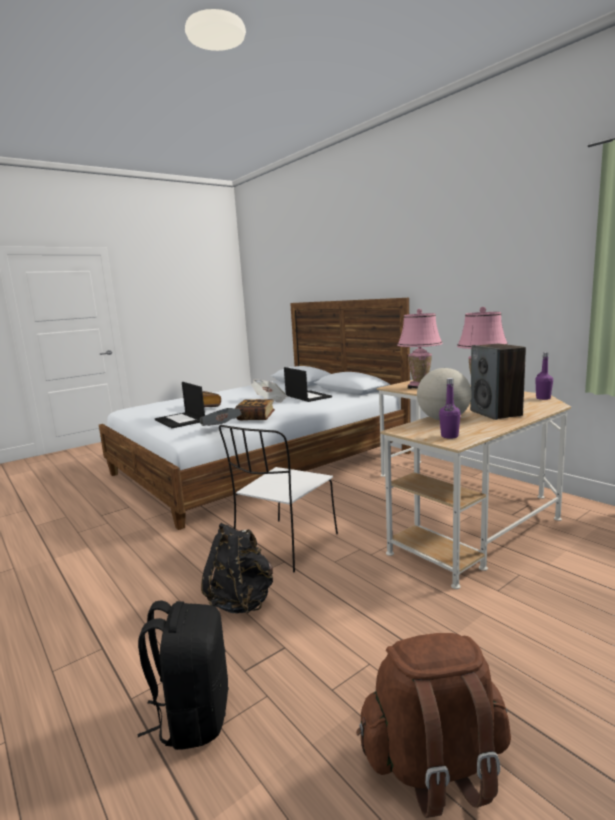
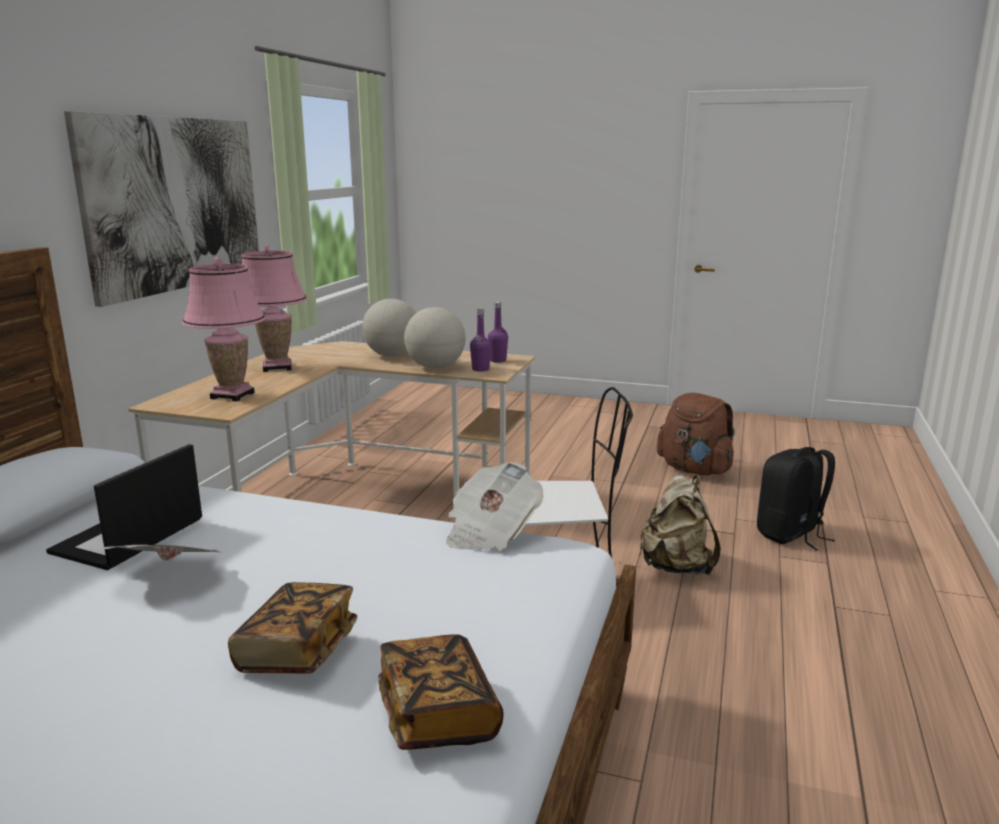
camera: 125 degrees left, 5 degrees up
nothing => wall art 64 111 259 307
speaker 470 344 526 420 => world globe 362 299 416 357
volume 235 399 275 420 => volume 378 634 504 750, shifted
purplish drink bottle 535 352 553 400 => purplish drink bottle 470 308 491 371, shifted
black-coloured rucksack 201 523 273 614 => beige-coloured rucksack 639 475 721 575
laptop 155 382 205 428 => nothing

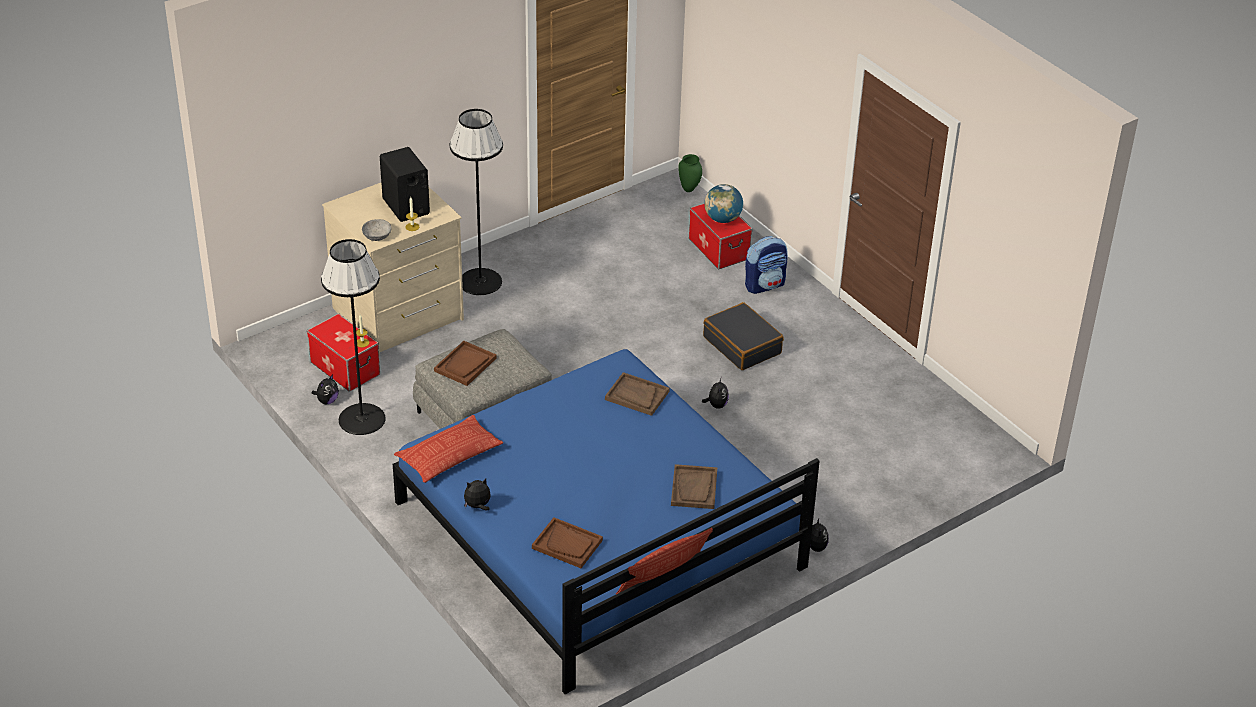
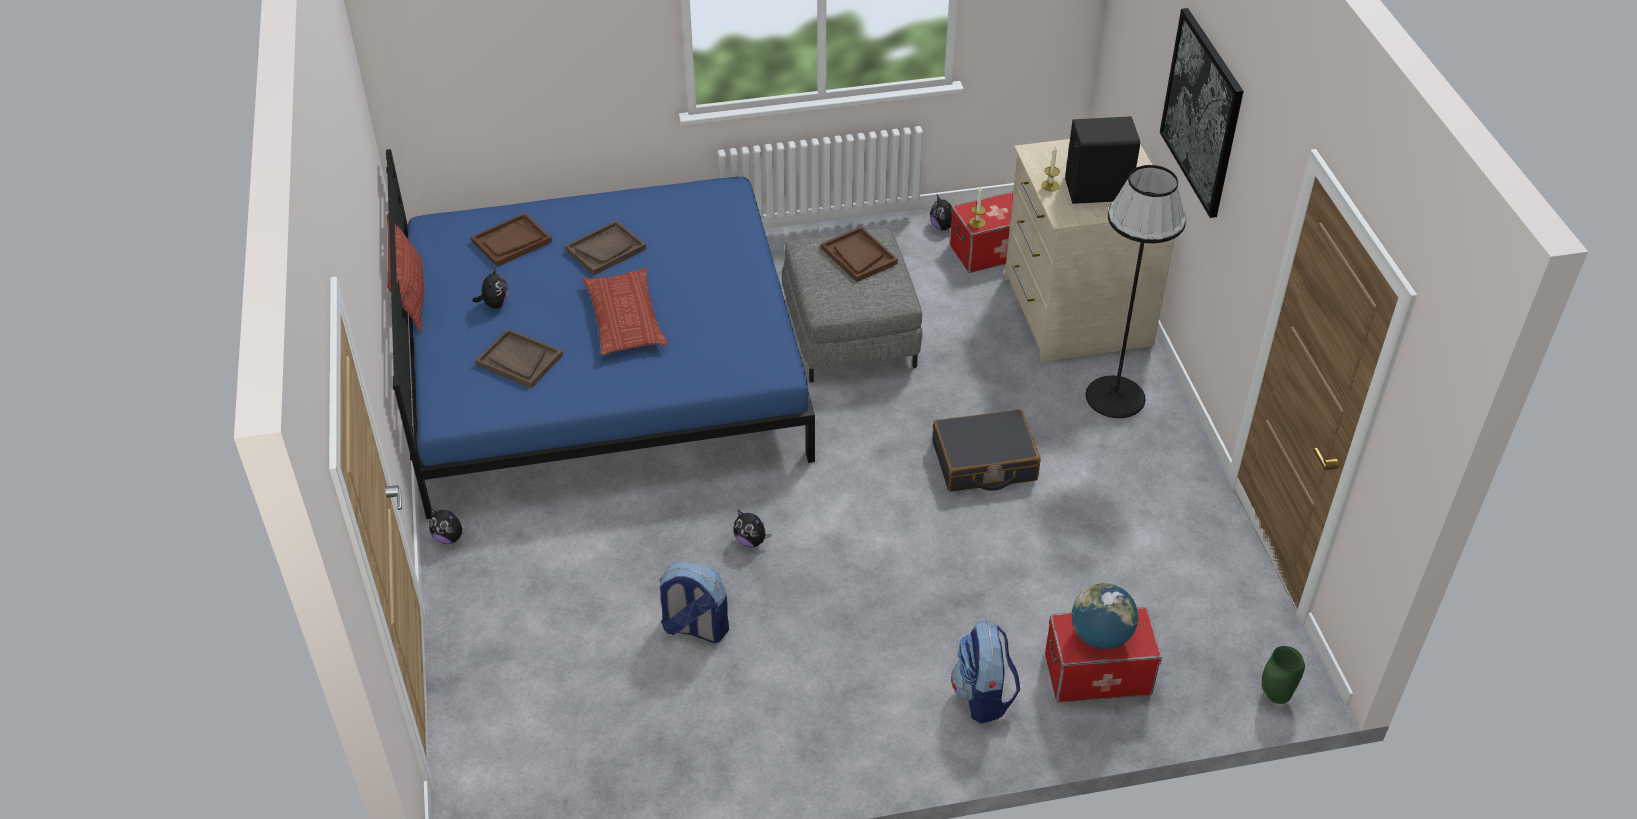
camera: 115 degrees right, 5 degrees up
soft toy 464 478 491 510 => soft toy 473 268 509 309, shifted
brown-coloured serving tray 605 372 670 416 => brown-coloured serving tray 565 220 646 275, shifted
throw pillow 394 415 503 483 => throw pillow 583 268 668 355, shifted
nothing => rucksack 658 561 729 643
black-coloured suitcase 703 302 784 370 => black-coloured suitcase 933 409 1041 492, shifted
nothing => wall art 1160 8 1244 218
black-coloured standing lamp 321 239 386 435 => nothing
gray serving bowl 362 219 392 241 => nothing

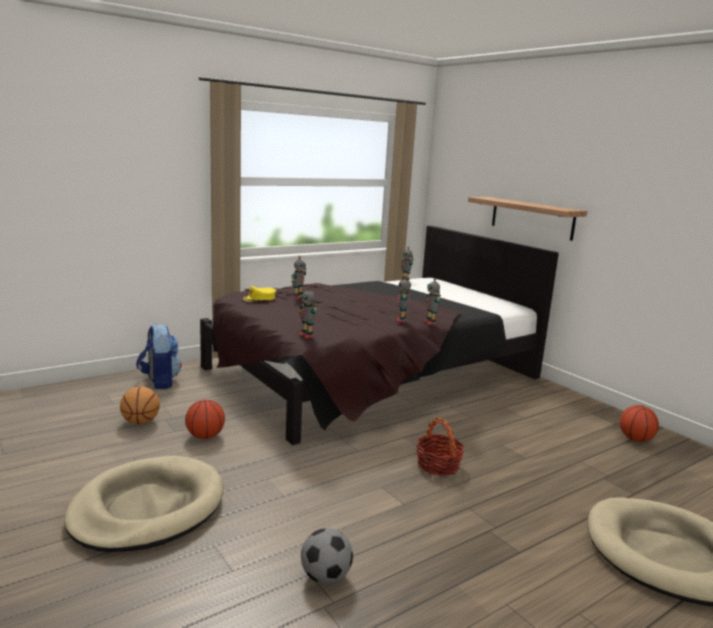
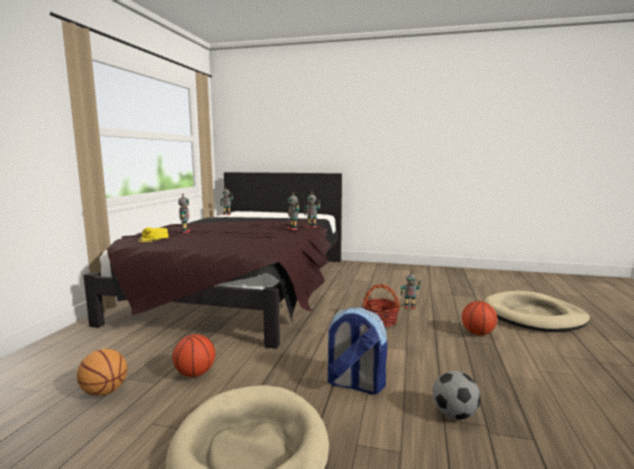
camera: 40 degrees left, 5 degrees down
rucksack 136 324 182 389 => rucksack 327 308 387 395, shifted
toy robot 299 286 318 338 => toy robot 400 271 421 309, shifted
ball for basketball 620 405 659 442 => ball for basketball 462 301 497 335, shifted
wall shelf 468 197 588 241 => nothing

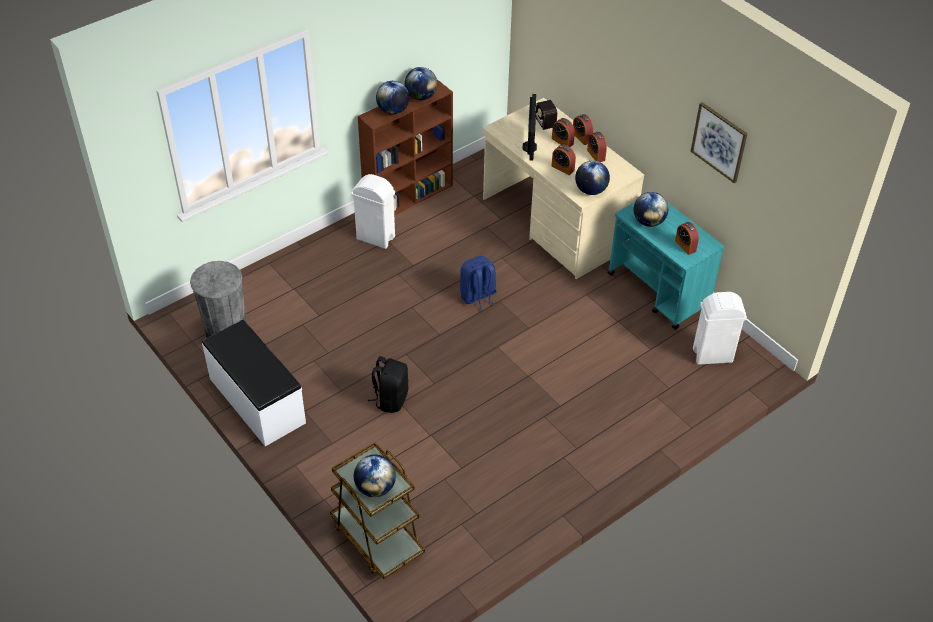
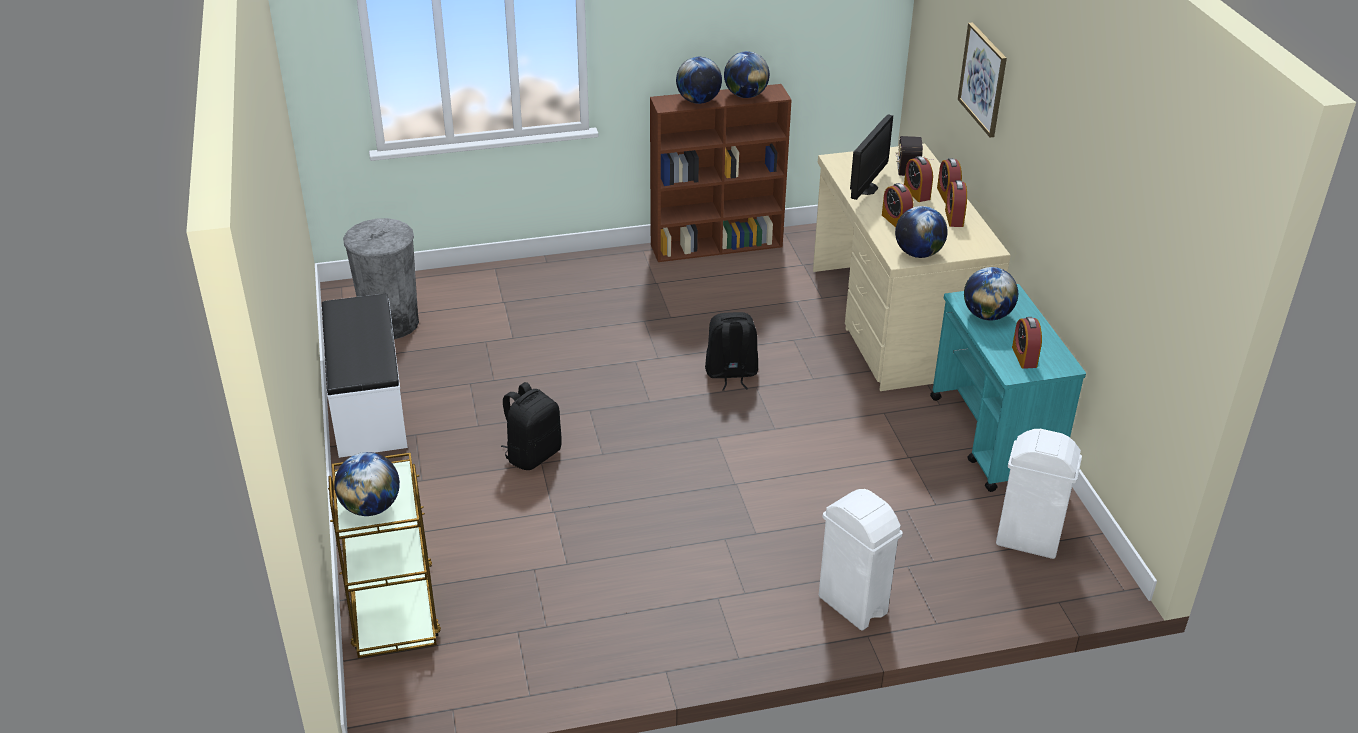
camera: 25 degrees right, 10 degrees down
blue-coloured rucksack 460 256 497 311 => black-coloured rucksack 705 312 758 391
white rubbish bin 351 174 395 249 => white rubbish bin 819 489 903 630, shifted
wall art 691 102 748 183 => wall art 958 22 1007 137, shifted

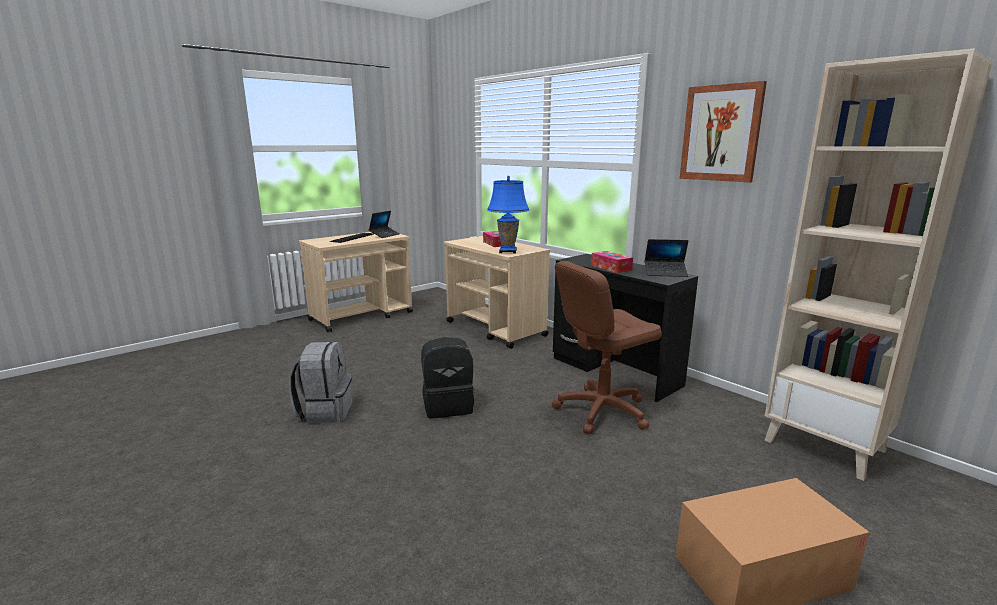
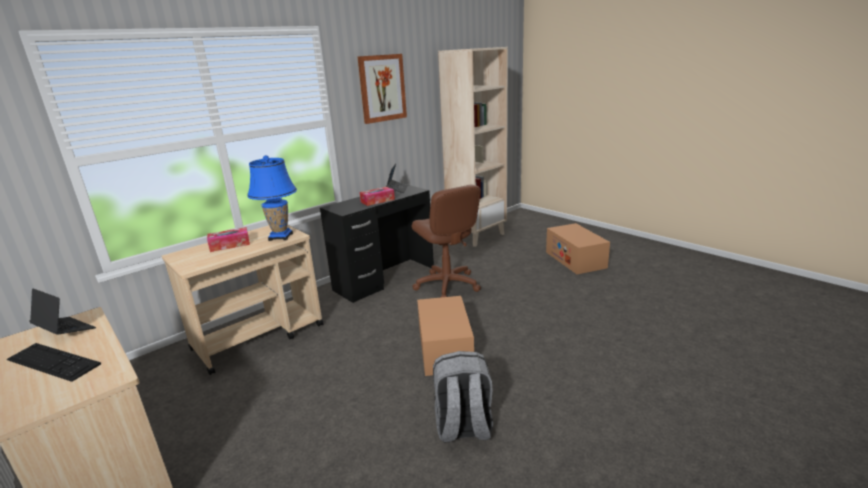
camera: 90 degrees left, 5 degrees up
black-coloured rucksack 421 337 474 418 => carton 417 296 474 376

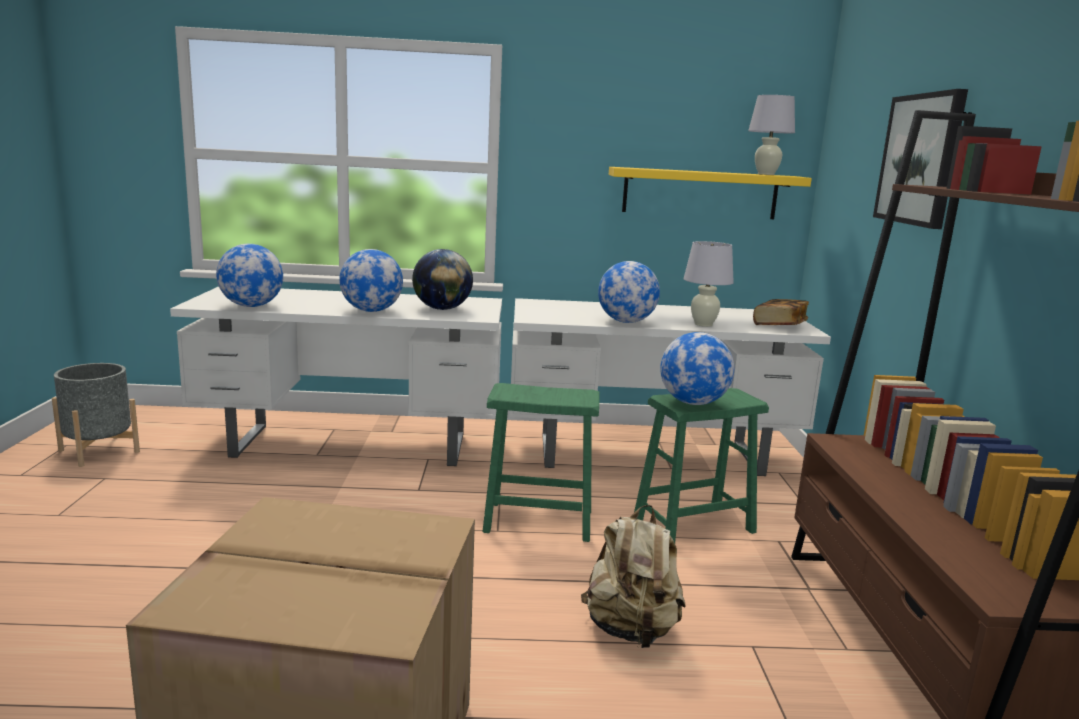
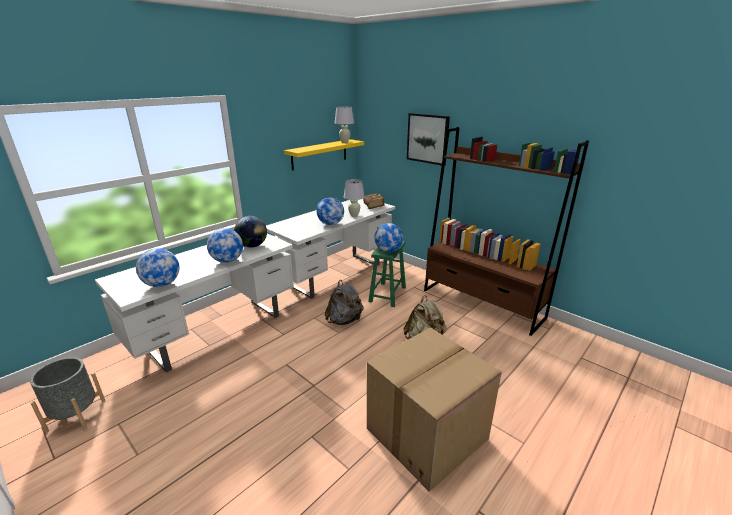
camera: 45 degrees left, 10 degrees up
green sitting stool 483 383 600 542 => gray rucksack 325 280 364 325

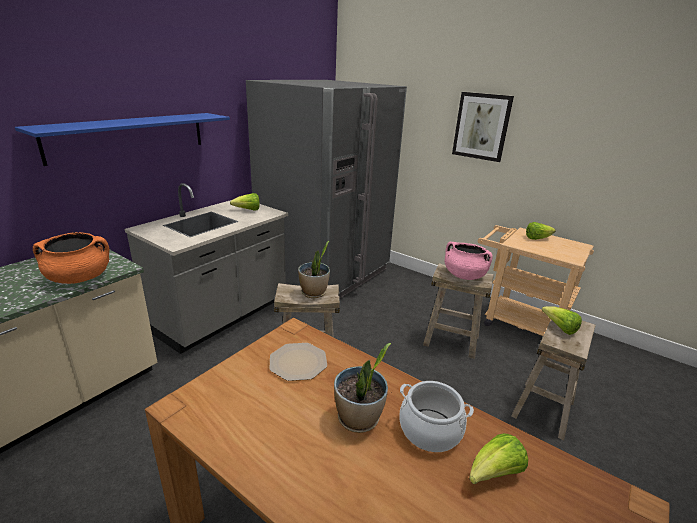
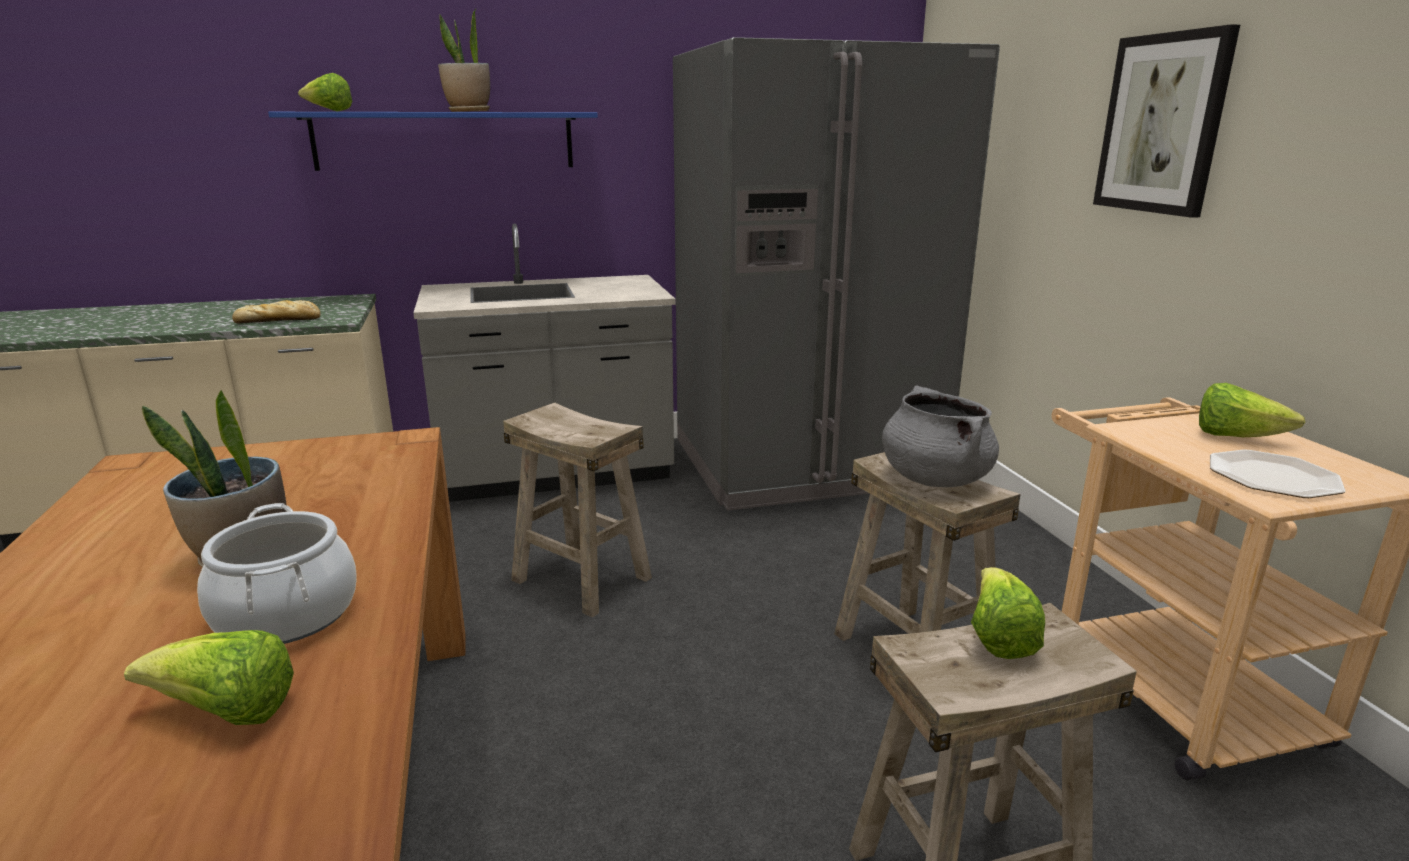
camera: 40 degrees right, 5 degrees down
orangey stockpot 33 232 110 284 => baked bread 232 300 321 324
lettuce 230 193 260 211 => lettuce 298 73 353 112, shifted
plant in a pot 298 241 330 298 => plant in a pot 438 9 490 112, shifted
pink-coloured stockpot 445 242 493 280 => gray stockpot 882 385 999 487
flat dish 270 343 327 381 => flat dish 1210 449 1346 498, shifted

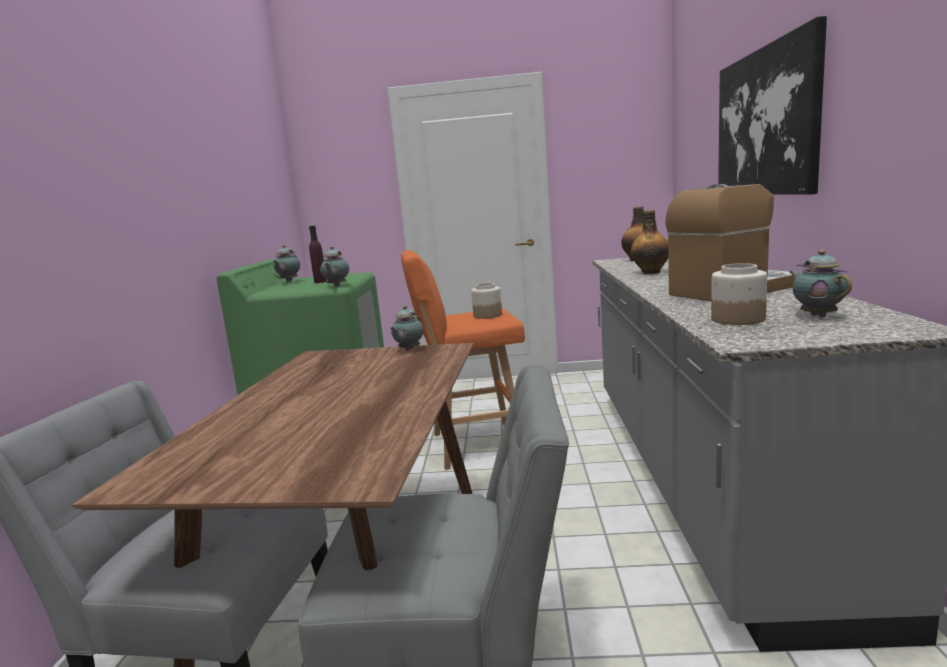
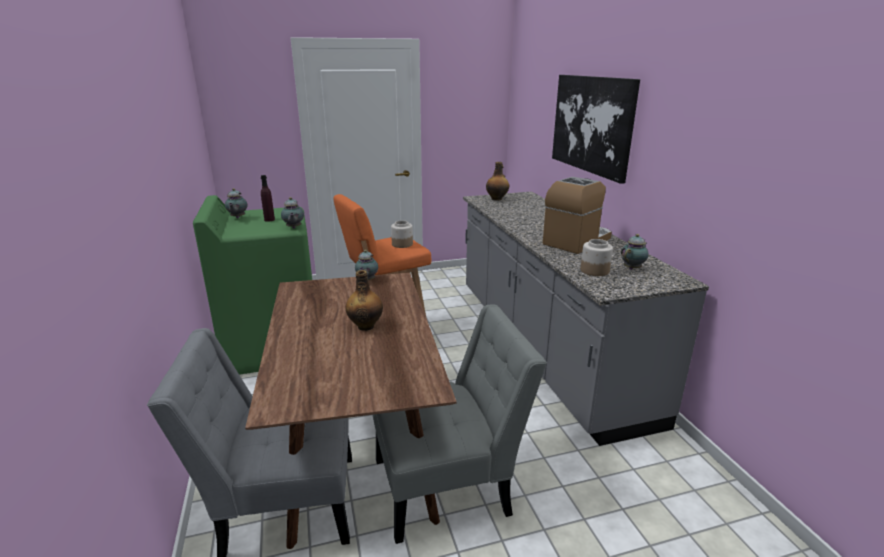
camera: 20 degrees left, 10 degrees up
drink bottle 631 210 668 274 => drink bottle 346 270 383 331, shifted
pot for tea 789 250 852 318 => pot for tea 621 234 649 270, 75 degrees clockwise

